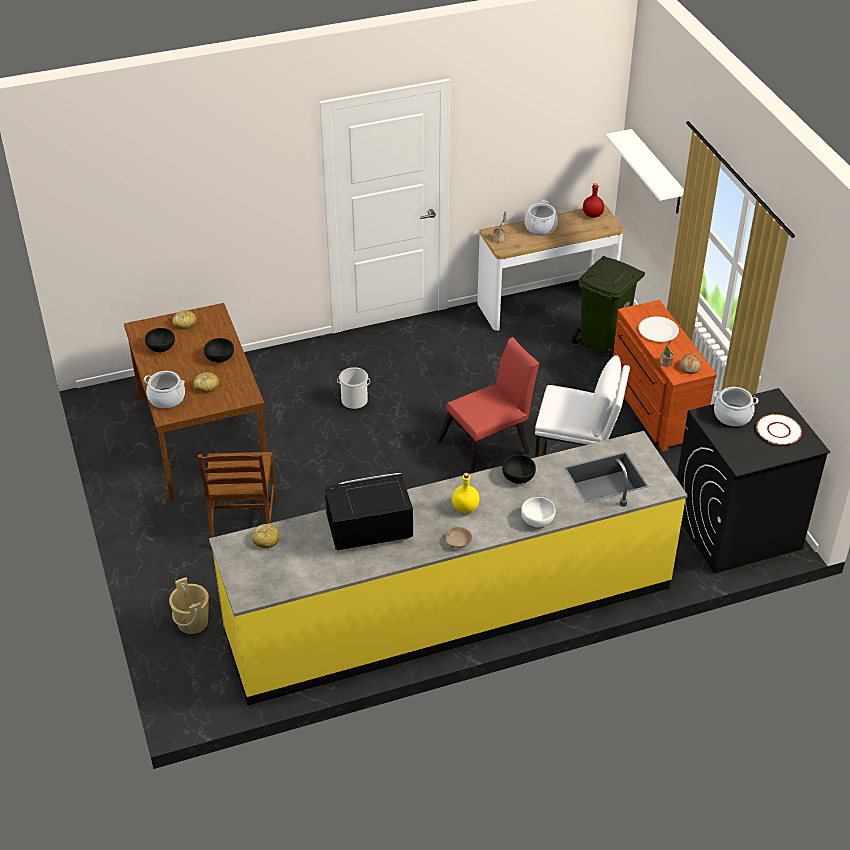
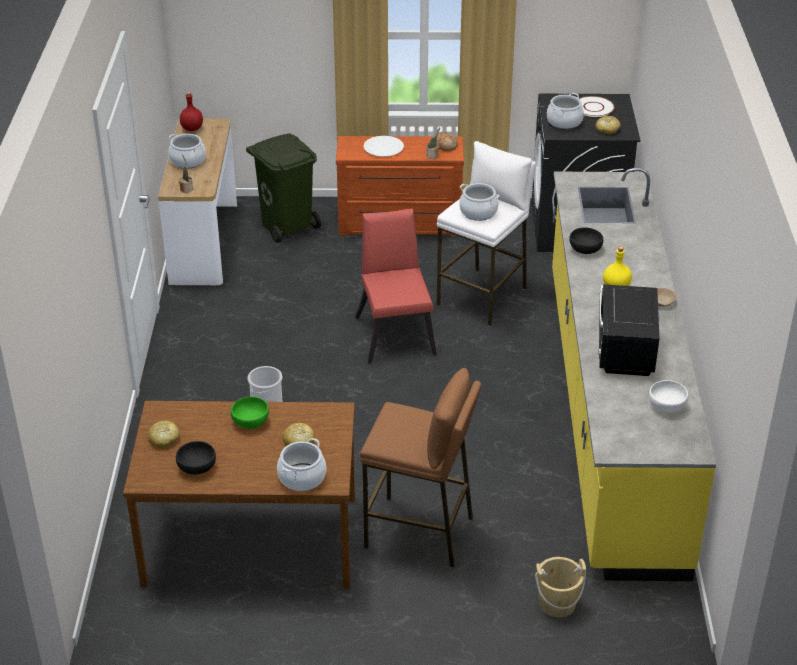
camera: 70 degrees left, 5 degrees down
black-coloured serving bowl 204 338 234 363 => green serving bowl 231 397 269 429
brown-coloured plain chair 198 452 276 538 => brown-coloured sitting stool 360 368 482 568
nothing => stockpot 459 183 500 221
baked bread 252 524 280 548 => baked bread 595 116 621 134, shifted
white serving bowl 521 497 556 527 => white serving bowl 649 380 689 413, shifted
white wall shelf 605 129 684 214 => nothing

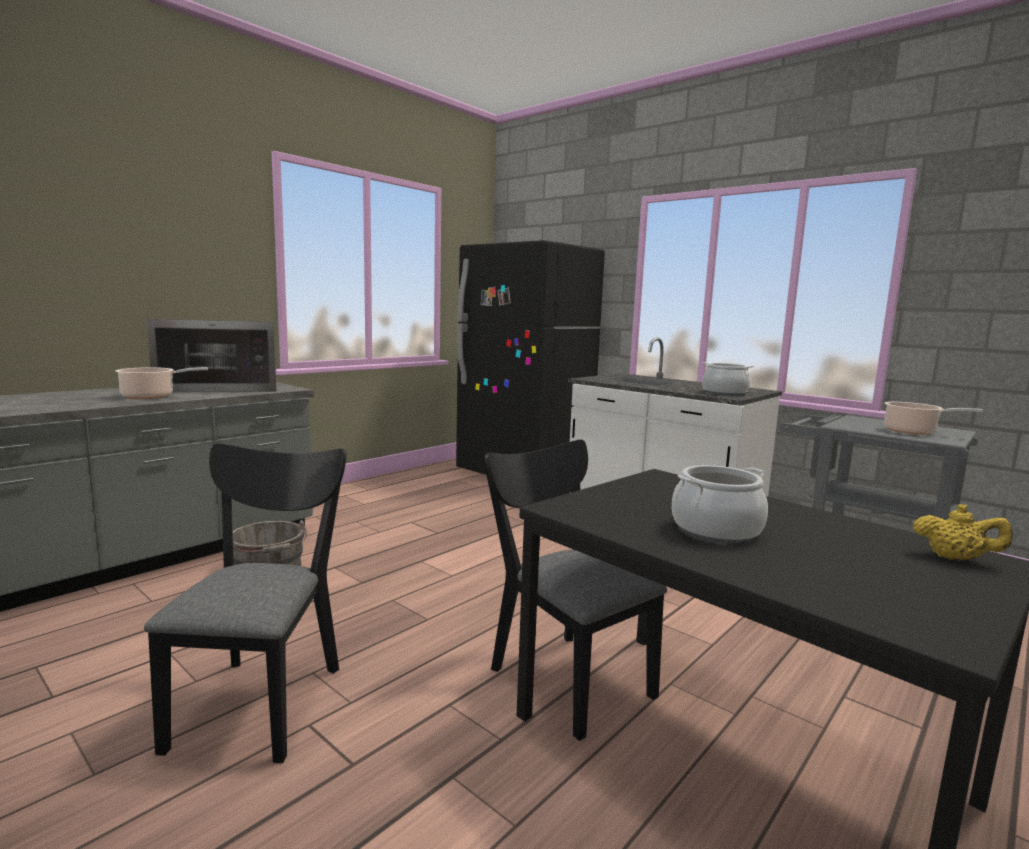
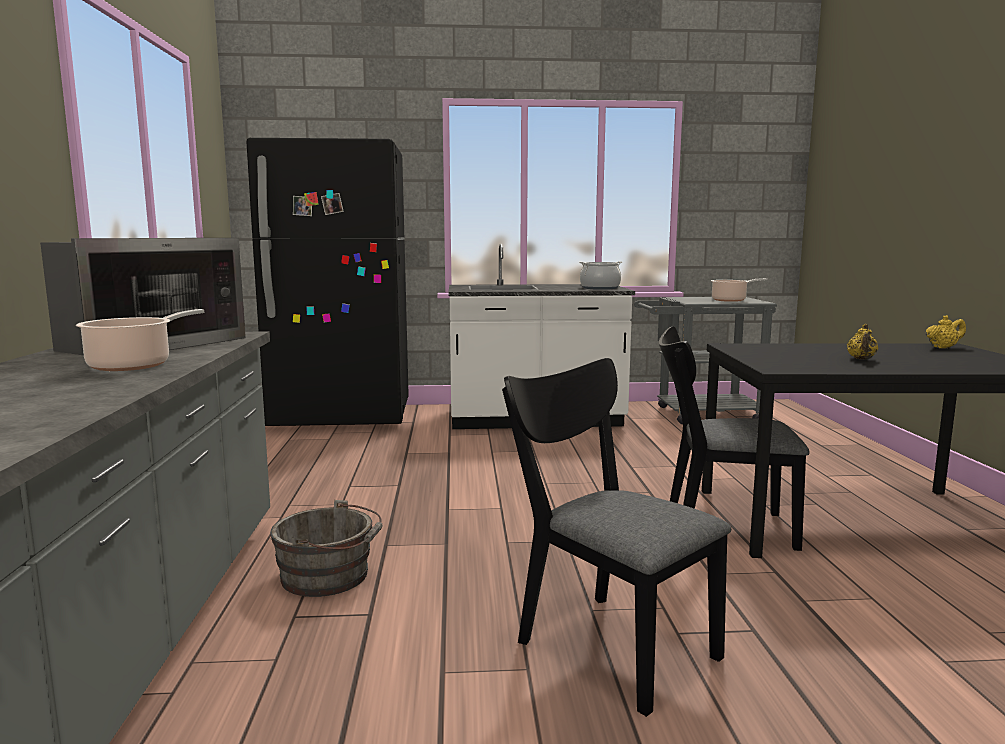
camera: 45 degrees left, 0 degrees up
stockpot 672 465 768 543 => yellowish pot for tea 847 324 878 360

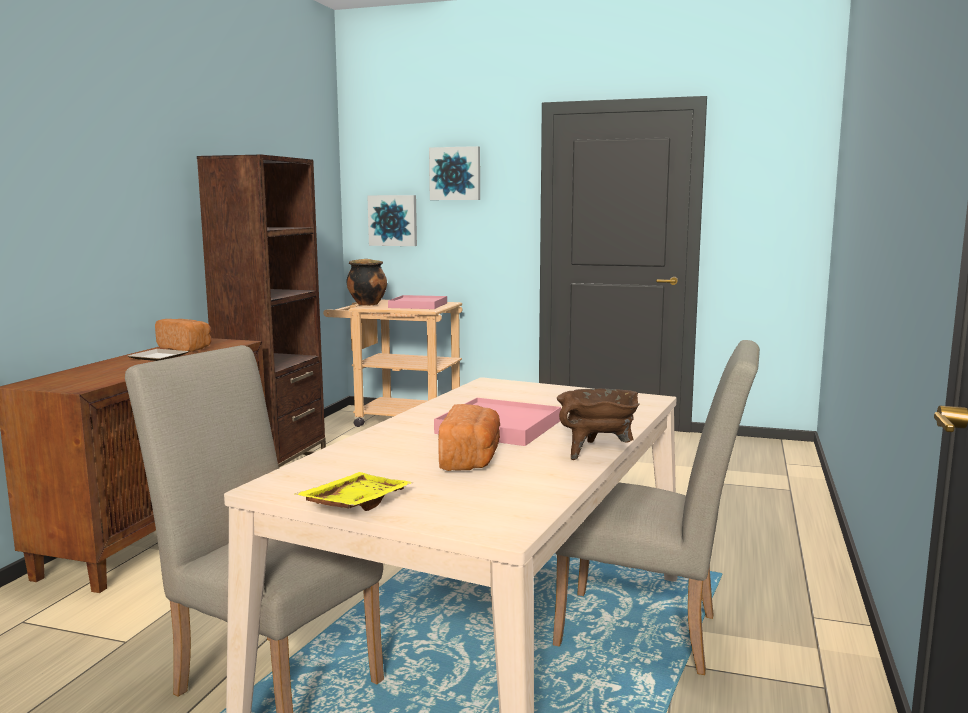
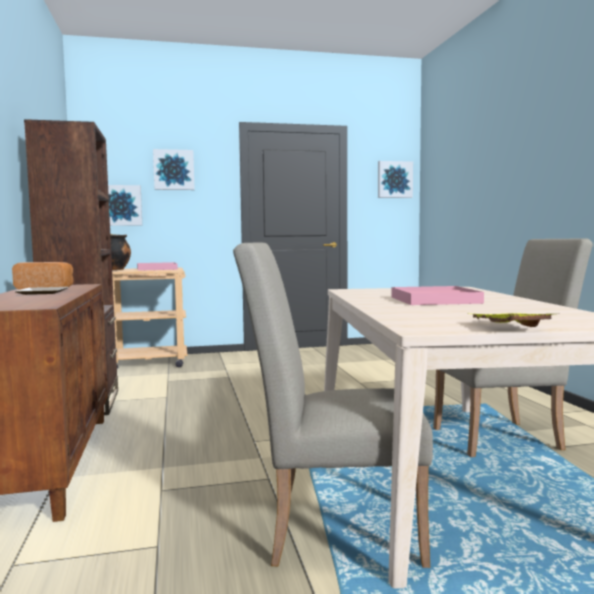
camera: 30 degrees left, 5 degrees down
nothing => wall art 378 161 413 198
baked bread 438 404 500 471 => nothing
brown-coloured stockpot 557 389 640 460 => nothing

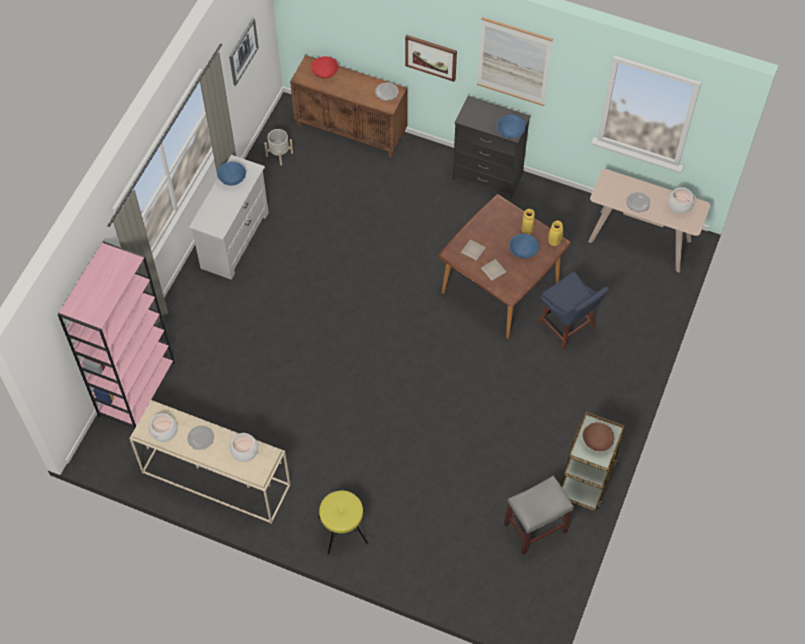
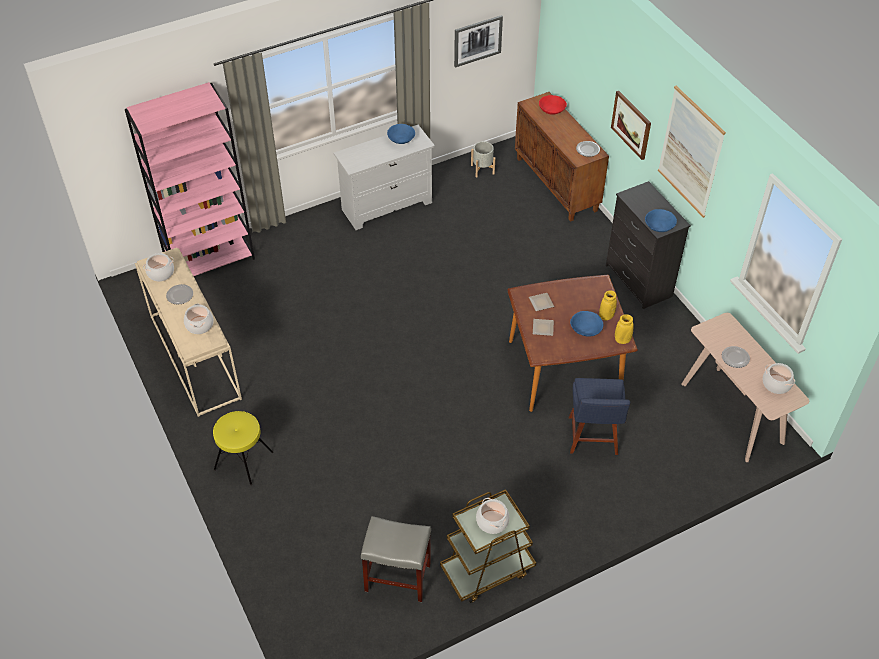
camera: 40 degrees right, 10 degrees down
brown-coloured serving bowl 582 422 614 451 => stockpot 476 498 510 534

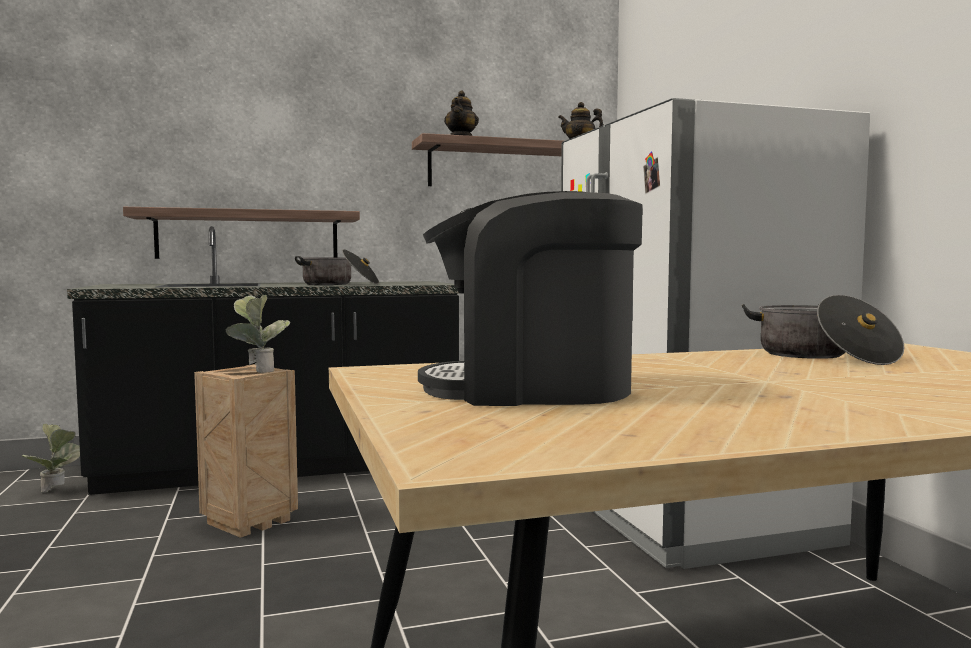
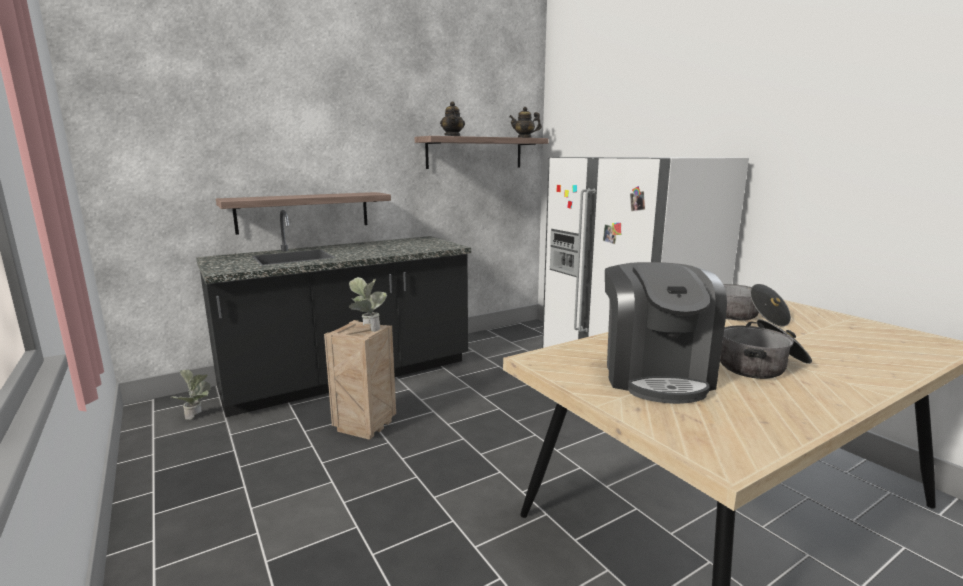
camera: 15 degrees left, 10 degrees up
coffee brewer 418 191 643 406 => coffee brewer 605 262 727 404, 75 degrees counterclockwise
stockpot 295 249 379 285 => stockpot 720 319 812 379, shifted

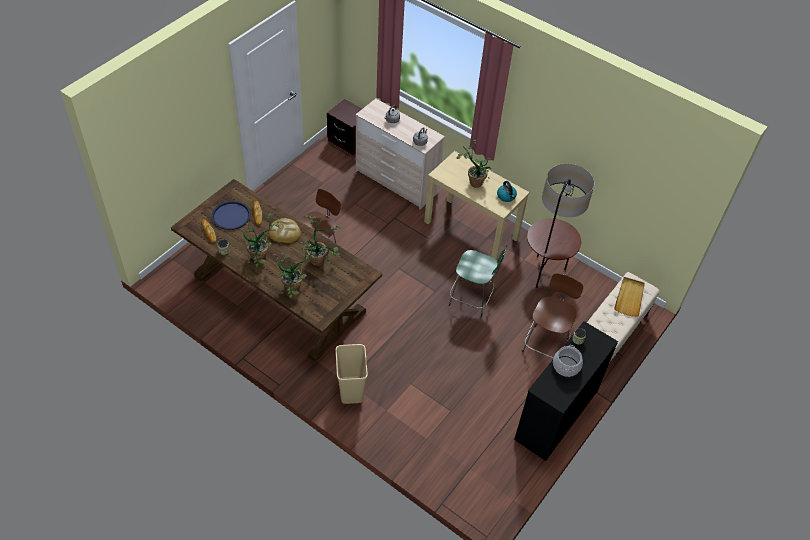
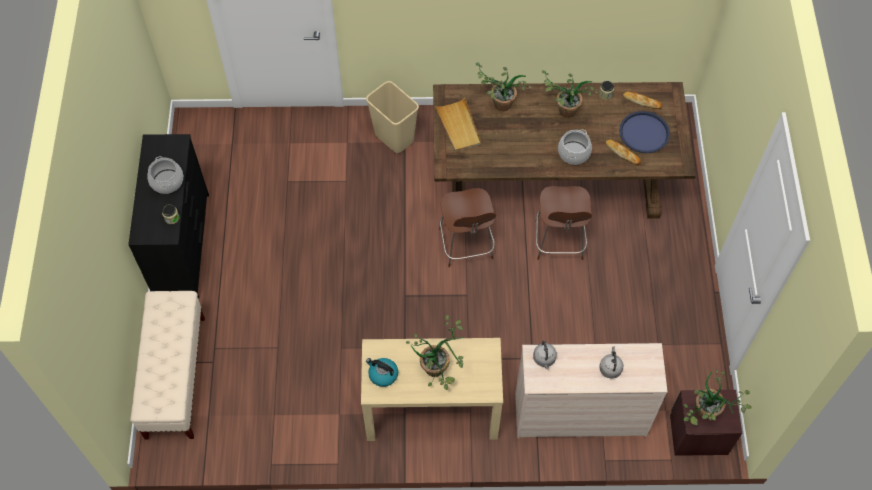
camera: 145 degrees right, 10 degrees up
beige-coloured serving tray 614 277 645 317 => beige-coloured serving tray 435 97 481 151, shifted
brown-coloured plain chair 522 273 583 358 => brown-coloured plain chair 439 188 496 267, shifted
baked bread 268 218 301 243 => stockpot 558 129 592 165
plant in a pot 298 215 341 266 => plant in a pot 684 369 752 425, shifted
green plain chair 449 245 507 317 => nothing
standing lamp 527 164 594 288 => nothing

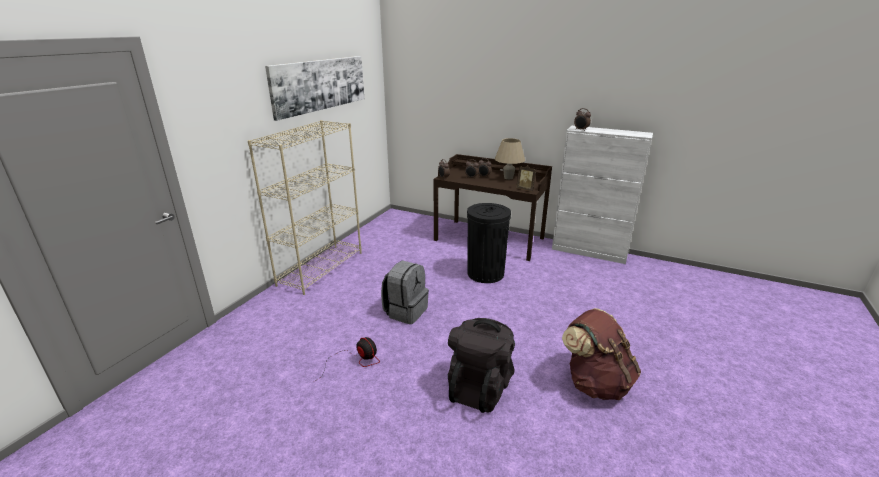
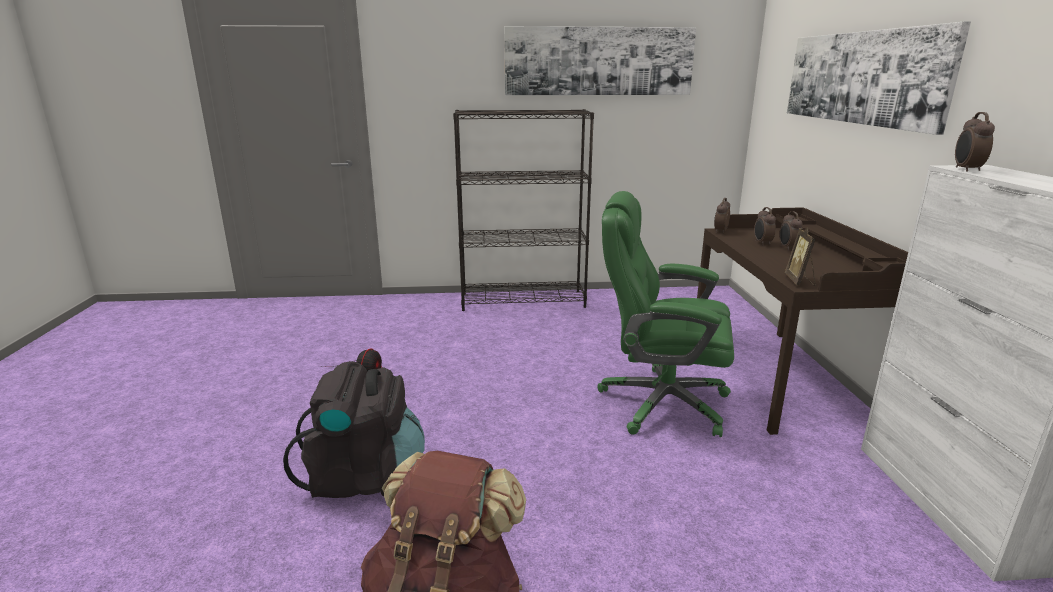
camera: 60 degrees right, 5 degrees down
beige-coloured bookcase 248 120 362 295 => black-coloured bookcase 453 109 594 311
black-coloured rubbish bin 467 203 511 283 => green office chair 598 191 734 437
nothing => wall art 787 22 971 135
gray rucksack 381 260 429 324 => nothing
beige-coloured tabletop lamp 495 138 525 179 => nothing

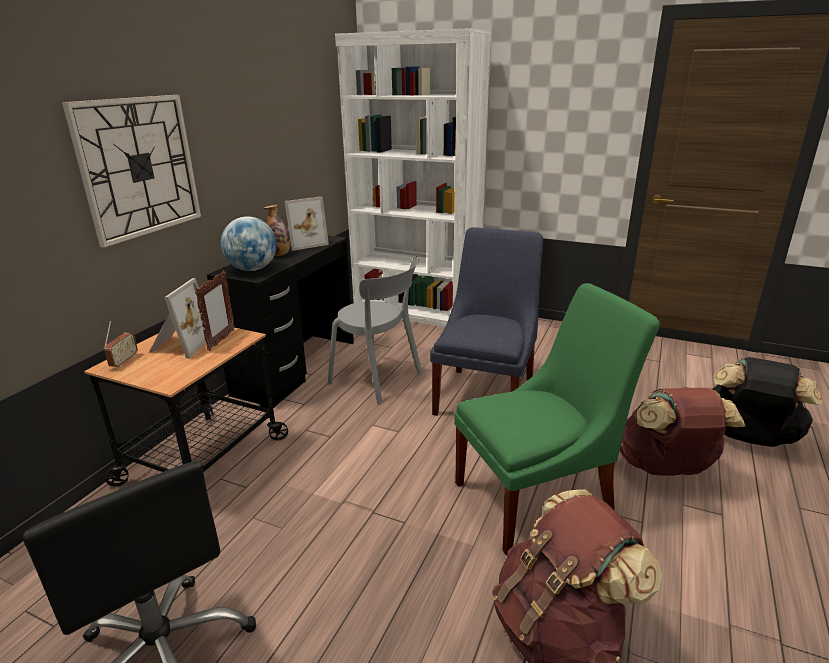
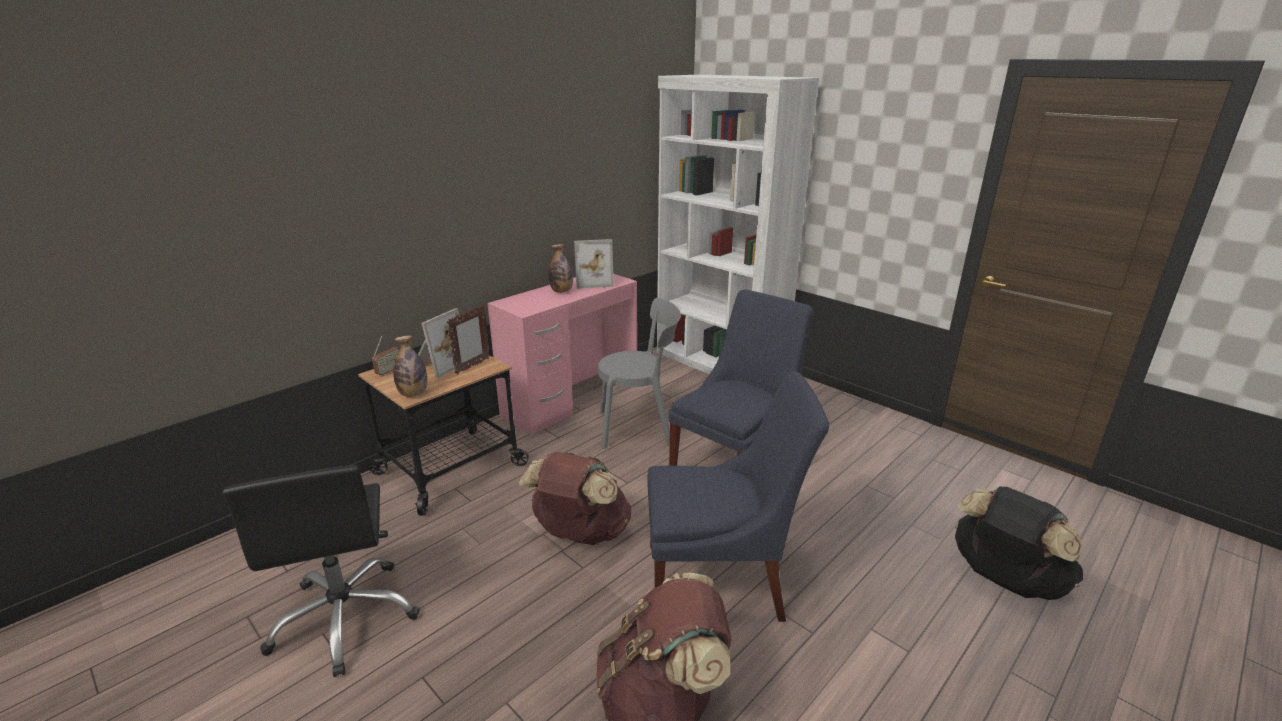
camera: 20 degrees right, 0 degrees up
nothing => drink bottle 393 335 427 397
black-coloured desk table 207 236 354 408 => pink-coloured desk table 487 274 637 435
brown-coloured rucksack 620 387 745 476 => brown-coloured rucksack 519 452 631 545, shifted
gray plain chair 328 256 422 404 => gray plain chair 598 298 681 449, 60 degrees counterclockwise
green plain chair 454 283 660 556 => blue-coloured plain chair 648 371 829 622
wall clock 62 95 201 248 => nothing
world globe 221 217 277 271 => nothing

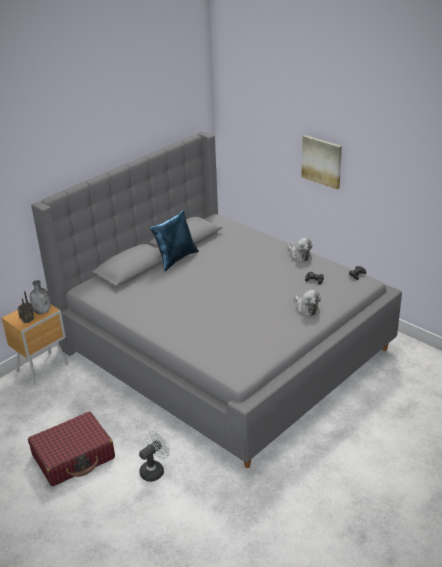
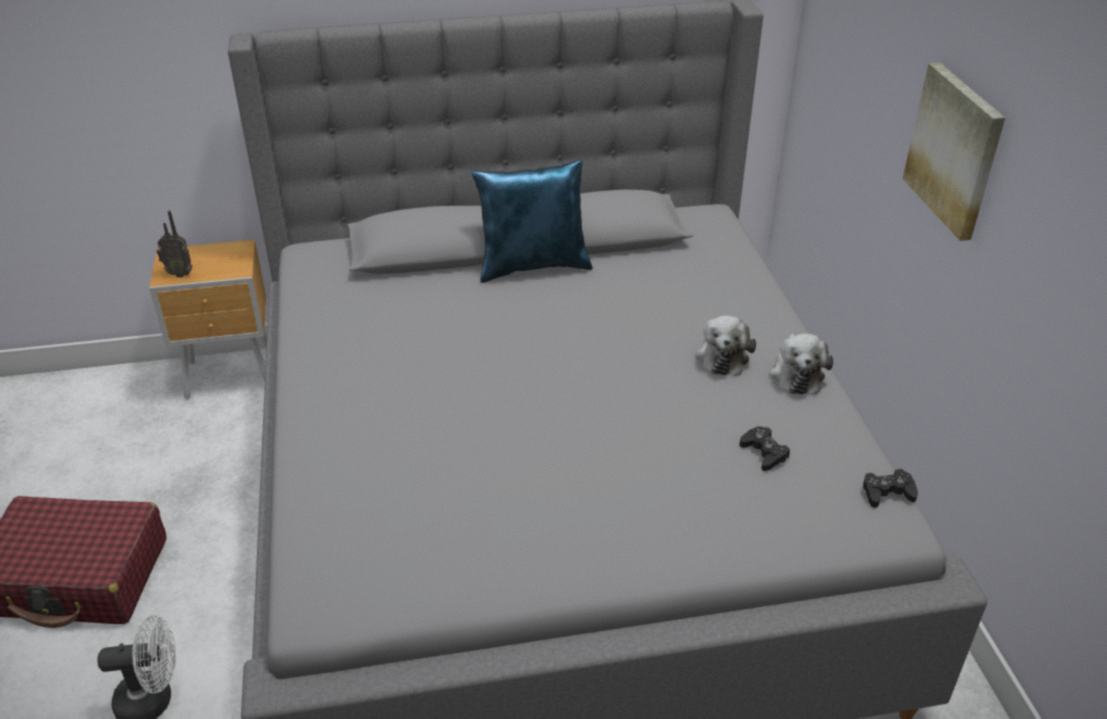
camera: 35 degrees right, 5 degrees up
soft toy 295 290 321 316 => soft toy 695 315 756 376, shifted
gray drink bottle 30 280 50 314 => nothing

